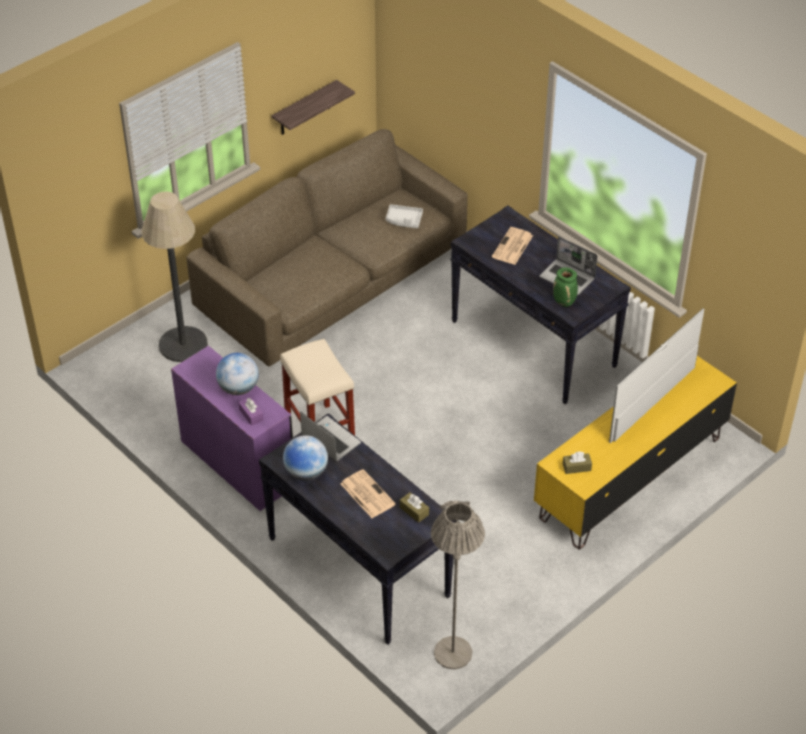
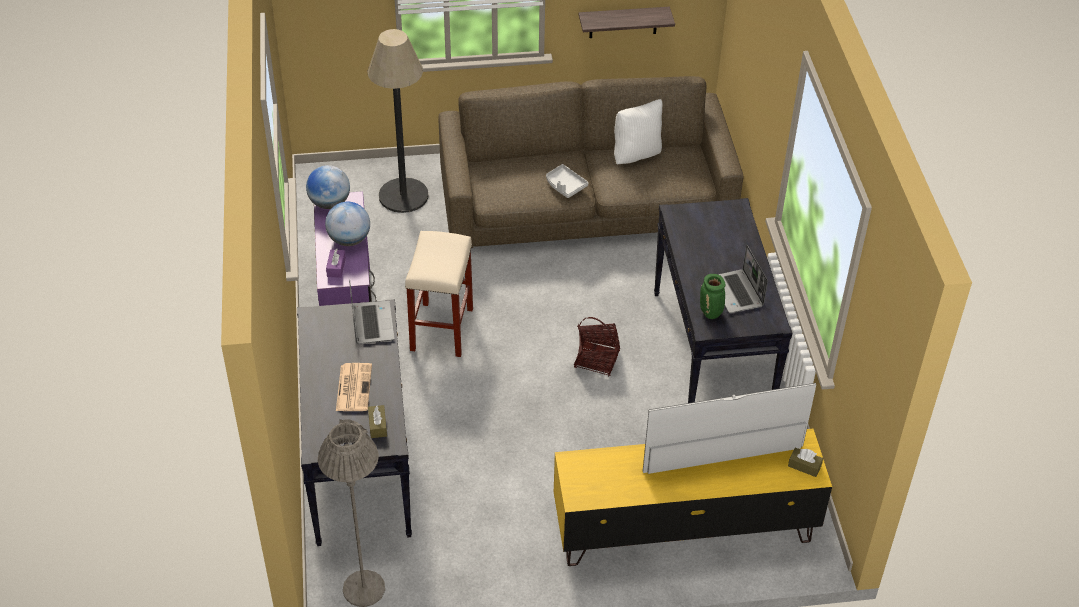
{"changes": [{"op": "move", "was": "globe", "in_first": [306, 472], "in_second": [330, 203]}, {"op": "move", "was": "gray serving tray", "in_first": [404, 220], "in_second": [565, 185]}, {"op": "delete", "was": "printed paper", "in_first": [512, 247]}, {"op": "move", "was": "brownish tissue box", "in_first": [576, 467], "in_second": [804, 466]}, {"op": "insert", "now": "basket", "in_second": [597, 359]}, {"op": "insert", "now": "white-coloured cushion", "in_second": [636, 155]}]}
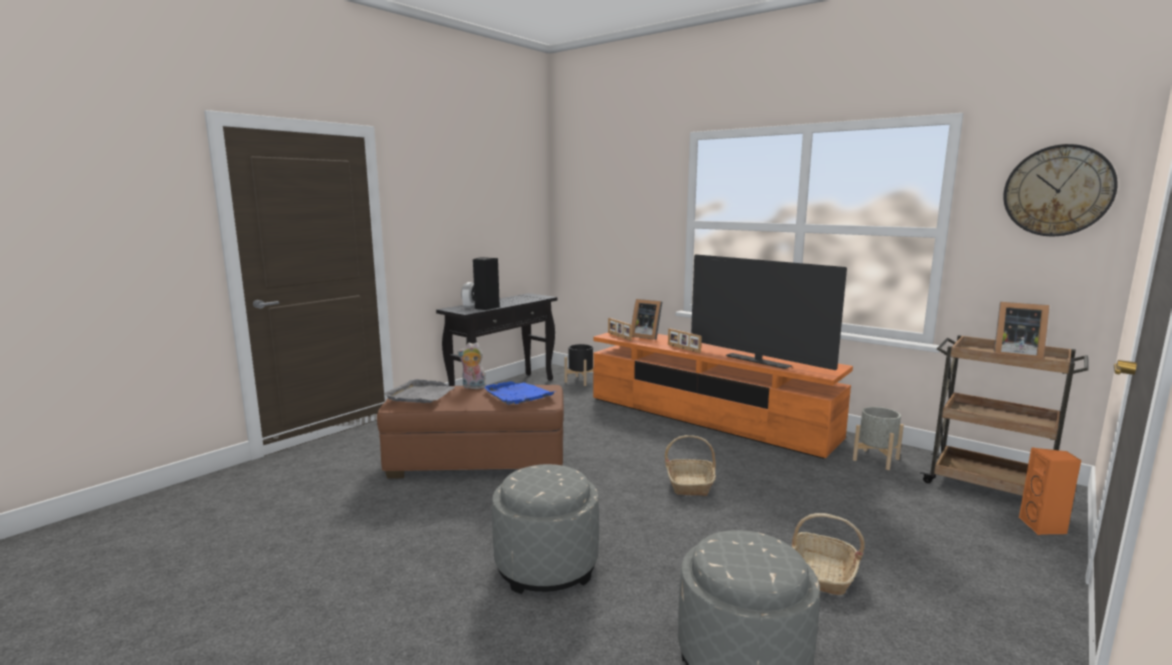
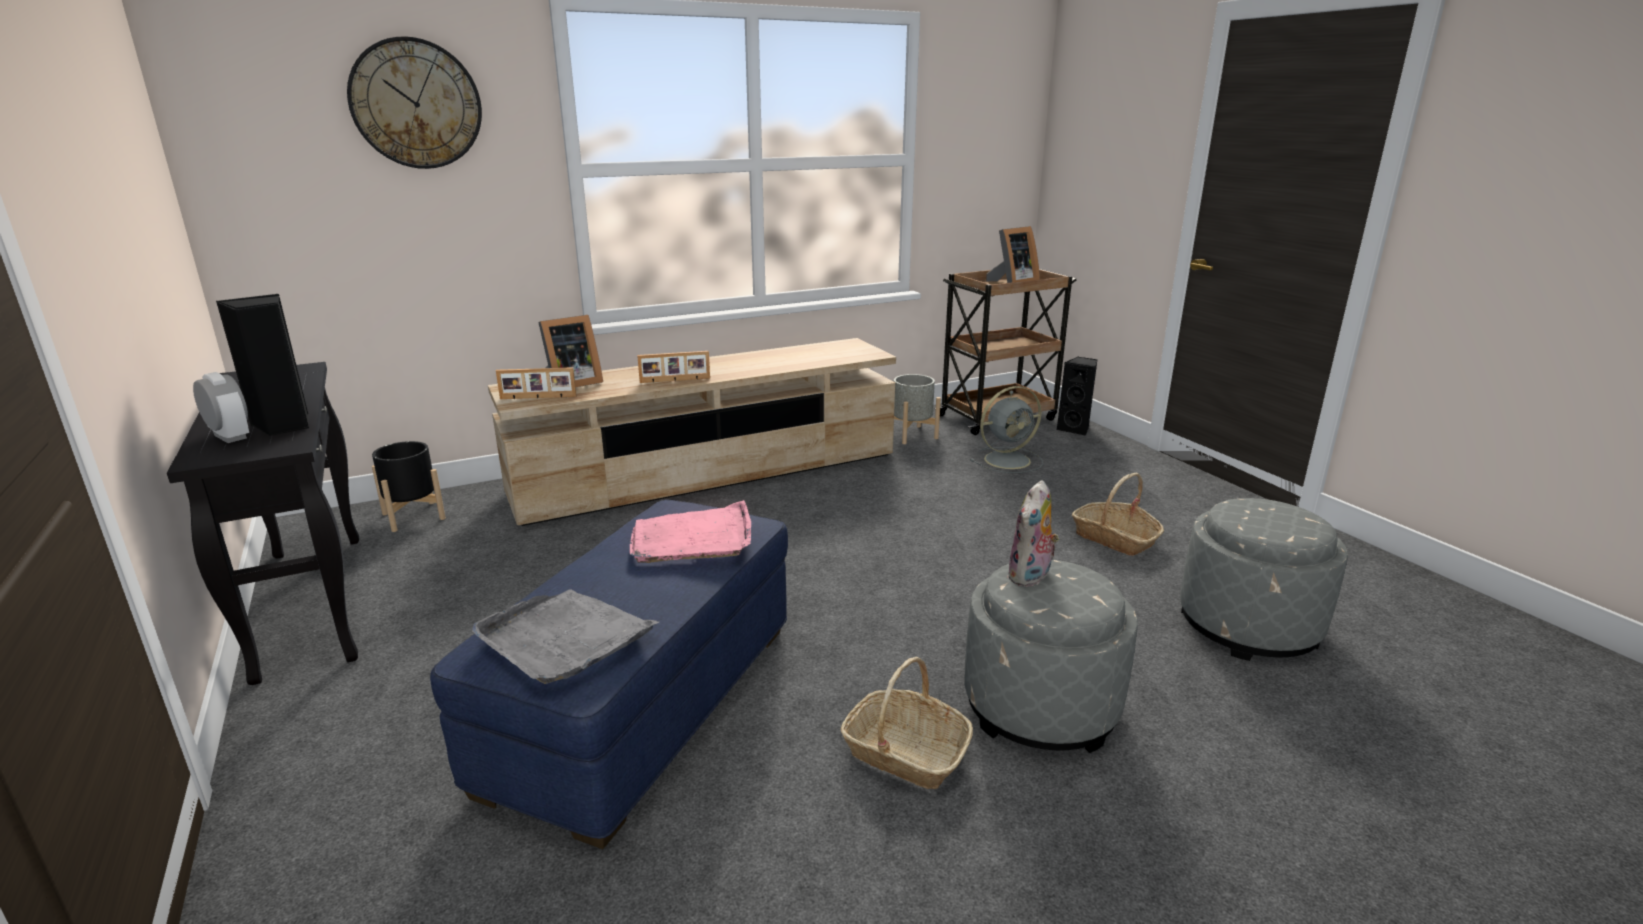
{"changes": [{"op": "recolor", "was": "brownish pouffe", "now": "bluish pouffe", "in_first": [478, 461], "in_second": [644, 705]}, {"op": "move", "was": "plush toy", "in_first": [473, 387], "in_second": [1030, 577]}, {"op": "recolor", "was": "bluish serving tray", "now": "pink serving tray", "in_first": [518, 395], "in_second": [693, 538]}, {"op": "recolor", "was": "orangey tv unit", "now": "beige tv unit", "in_first": [707, 418], "in_second": [708, 473]}, {"op": "move", "was": "basket", "in_first": [690, 484], "in_second": [904, 753]}, {"op": "delete", "was": "TV", "in_first": [757, 361]}, {"op": "move", "was": "clock on the wall", "in_first": [1057, 191], "in_second": [416, 104]}, {"op": "recolor", "was": "orangey audio speaker", "now": "black-coloured audio speaker", "in_first": [1043, 527], "in_second": [1075, 429]}, {"op": "insert", "now": "gray fan", "in_second": [1009, 460]}]}
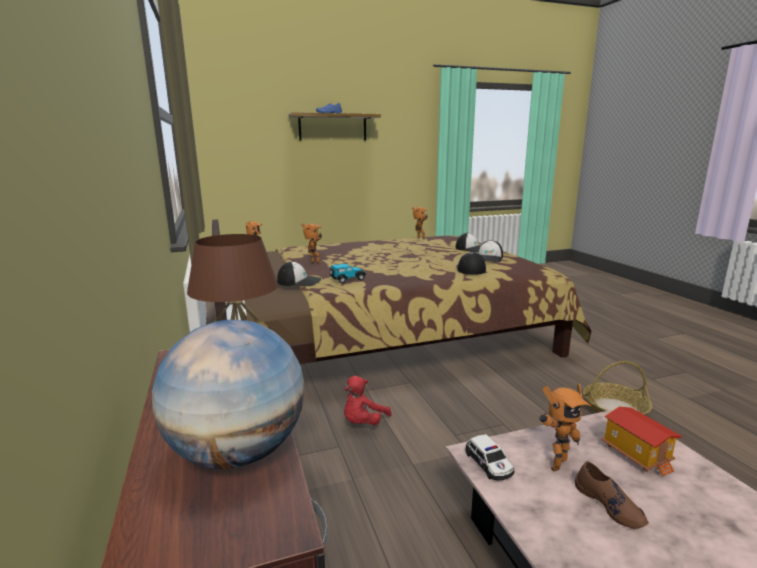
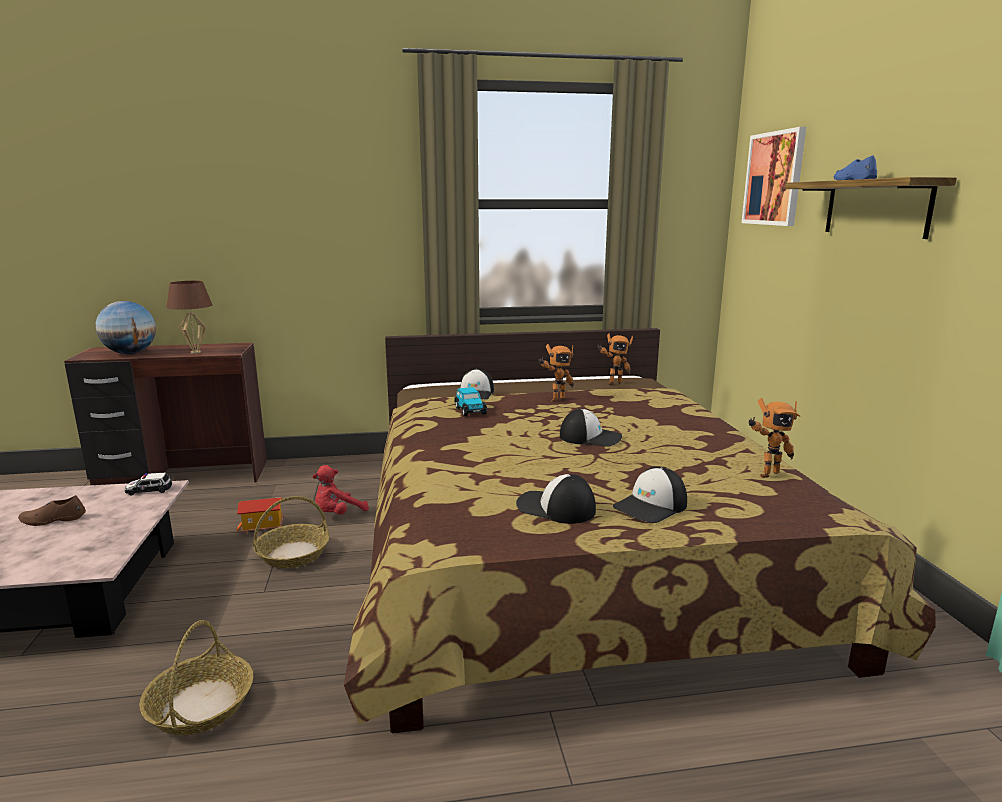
{"changes": [{"op": "rotate", "was": "reddish plush toy", "in_first": [363, 423], "in_second": [337, 514], "clockwise": -90}, {"op": "move", "was": "baseball cap", "in_first": [470, 269], "in_second": [590, 437]}, {"op": "delete", "was": "robot figure", "in_first": [555, 463]}, {"op": "move", "was": "toy house", "in_first": [637, 454], "in_second": [262, 527]}, {"op": "insert", "now": "basket", "in_second": [293, 554]}, {"op": "insert", "now": "picture", "in_second": [774, 178]}]}
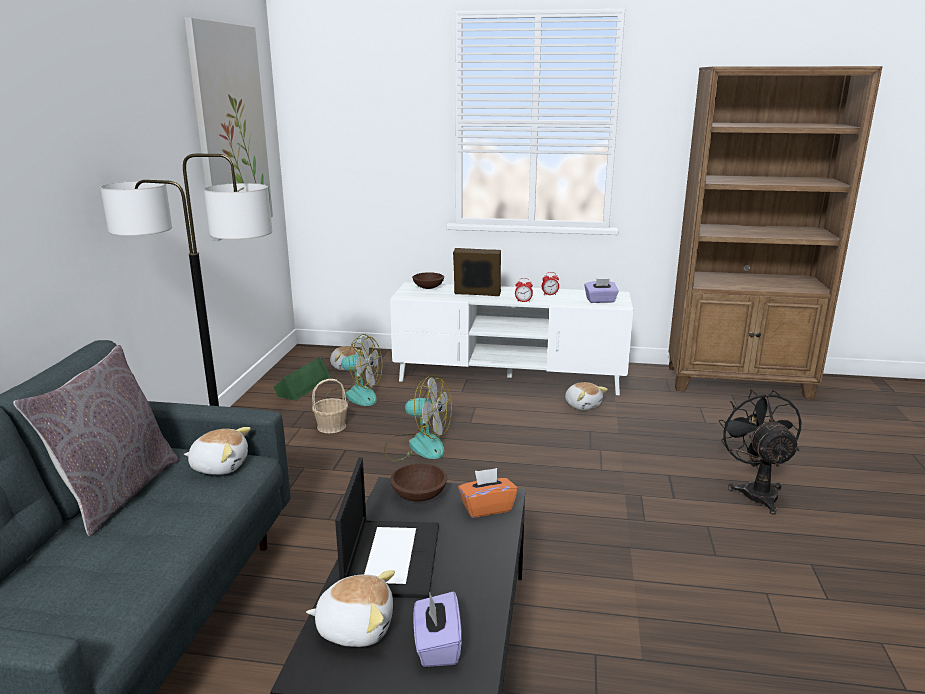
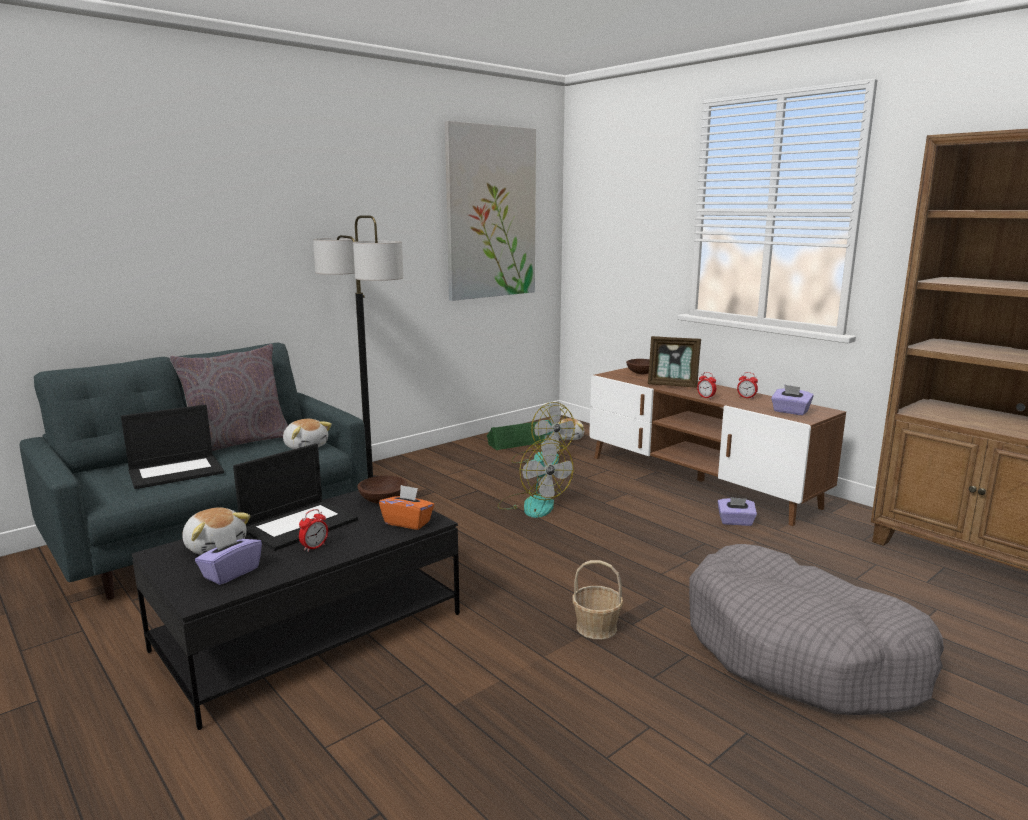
{"changes": [{"op": "move", "was": "basket", "in_first": [331, 426], "in_second": [596, 627]}, {"op": "recolor", "was": "white-coloured tv unit", "now": "brownish tv unit", "in_first": [509, 377], "in_second": [699, 481]}, {"op": "rotate", "was": "photo frame", "in_first": [476, 295], "in_second": [673, 385], "clockwise": 150}, {"op": "replace", "was": "plush toy", "now": "purple tissue box", "in_first": [583, 405], "in_second": [735, 522]}, {"op": "replace", "was": "black-coloured fan", "now": "gray dog cushion", "in_first": [755, 491], "in_second": [801, 652]}, {"op": "insert", "now": "laptop", "in_second": [177, 471]}, {"op": "insert", "now": "table clock", "in_second": [314, 547]}]}
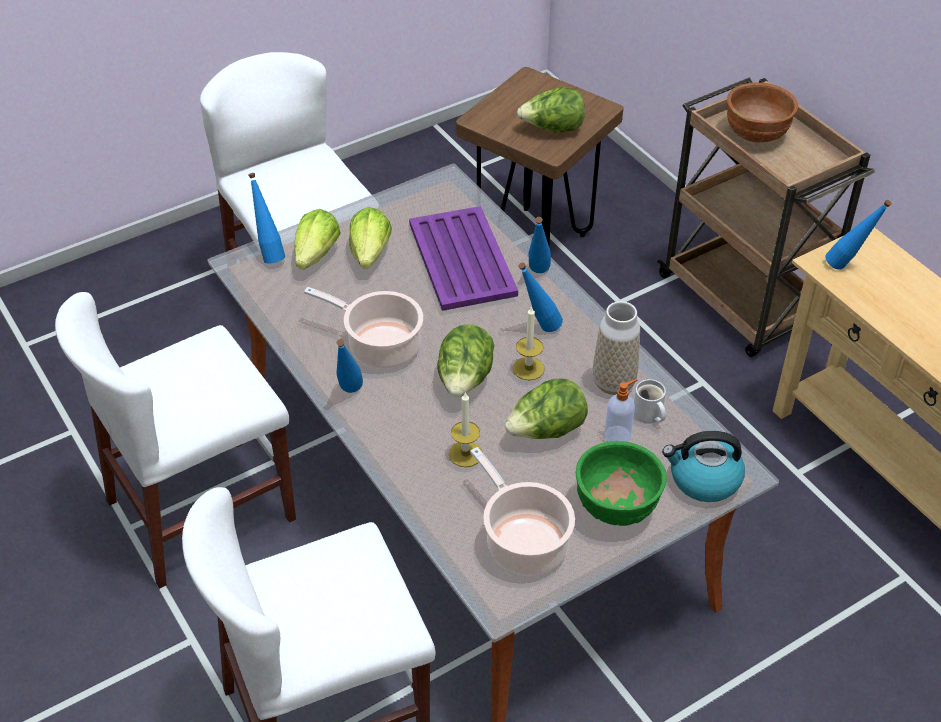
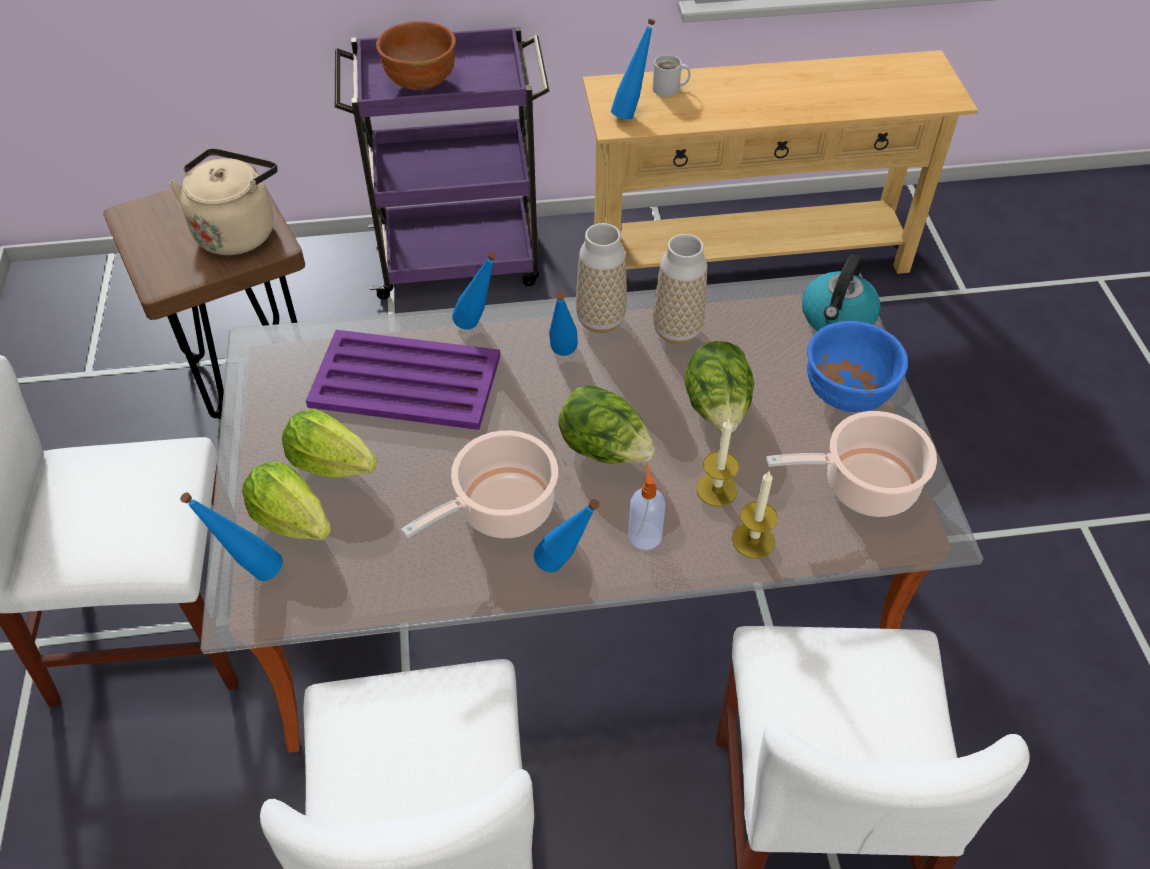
{"changes": [{"op": "move", "was": "wax light", "in_first": [528, 368], "in_second": [753, 540]}, {"op": "replace", "was": "lettuce", "now": "beige water kettle", "in_first": [552, 129], "in_second": [237, 230]}, {"op": "recolor", "was": "green bowl", "now": "bluish bowl", "in_first": [617, 507], "in_second": [846, 394]}, {"op": "move", "was": "soap bottle", "in_first": [618, 435], "in_second": [644, 535]}, {"op": "move", "was": "white-coloured tea mug", "in_first": [648, 415], "in_second": [669, 89]}, {"op": "recolor", "was": "brownish cart", "now": "purple cart", "in_first": [743, 301], "in_second": [460, 258]}, {"op": "insert", "now": "vase", "in_second": [600, 320]}]}
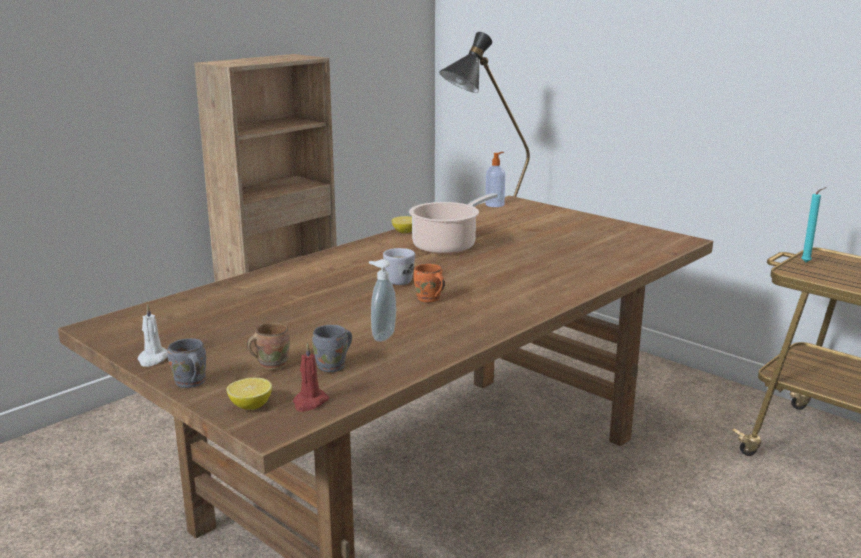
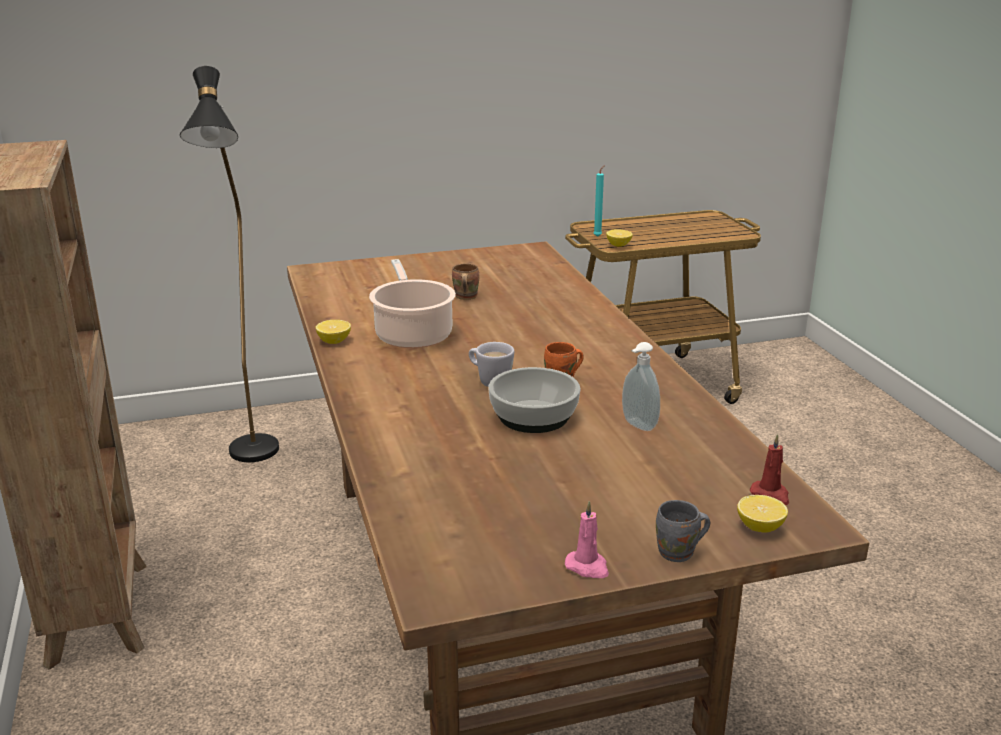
{"changes": [{"op": "recolor", "was": "white-coloured wax light", "now": "pink wax light", "in_first": [153, 359], "in_second": [588, 567]}, {"op": "move", "was": "brownish tea mug", "in_first": [271, 364], "in_second": [464, 297]}, {"op": "delete", "was": "gray tea mug", "in_first": [334, 367]}, {"op": "delete", "was": "soap bottle", "in_first": [495, 204]}, {"op": "insert", "now": "bowl", "in_second": [534, 416]}, {"op": "insert", "now": "lemon", "in_second": [618, 245]}]}
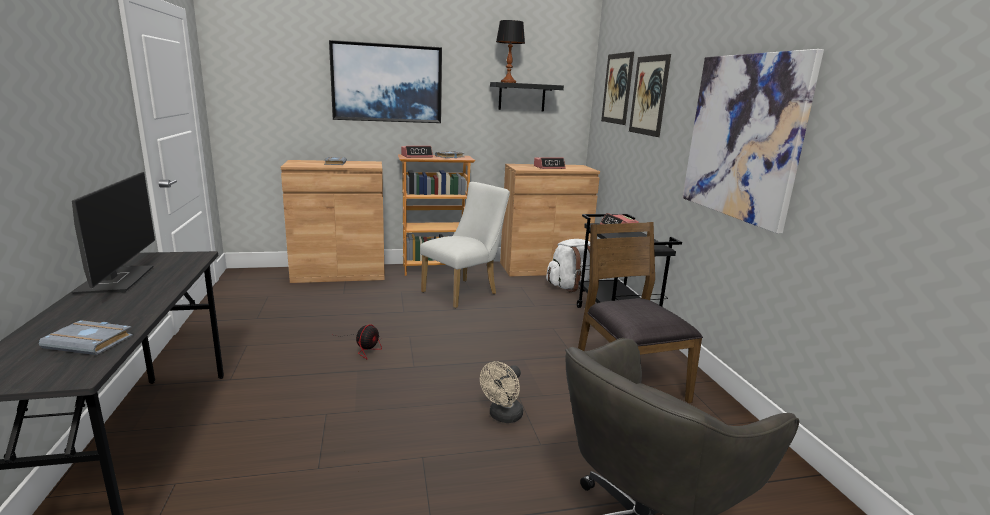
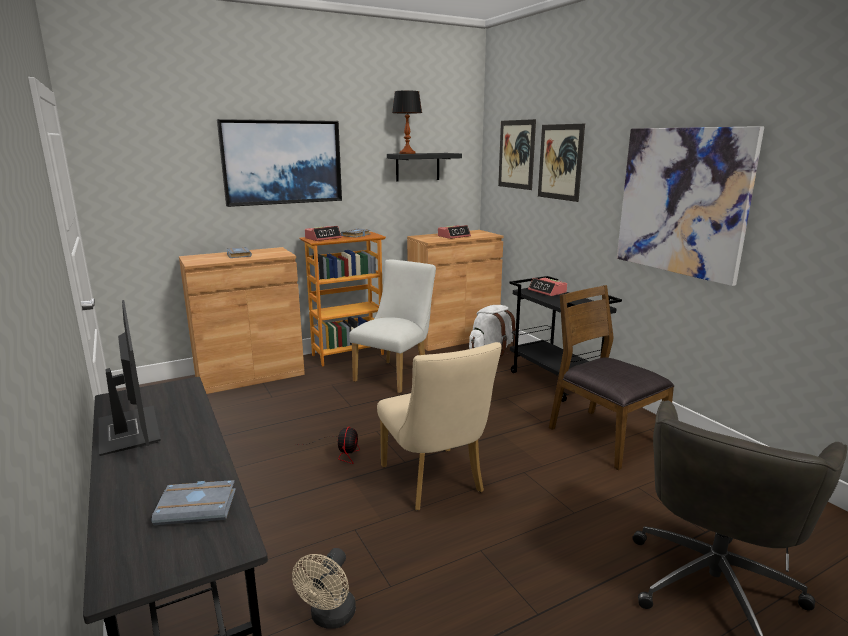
{"changes": [{"op": "move", "was": "beige fan", "in_first": [503, 416], "in_second": [330, 618]}, {"op": "insert", "now": "beige chair", "in_second": [435, 483]}]}
